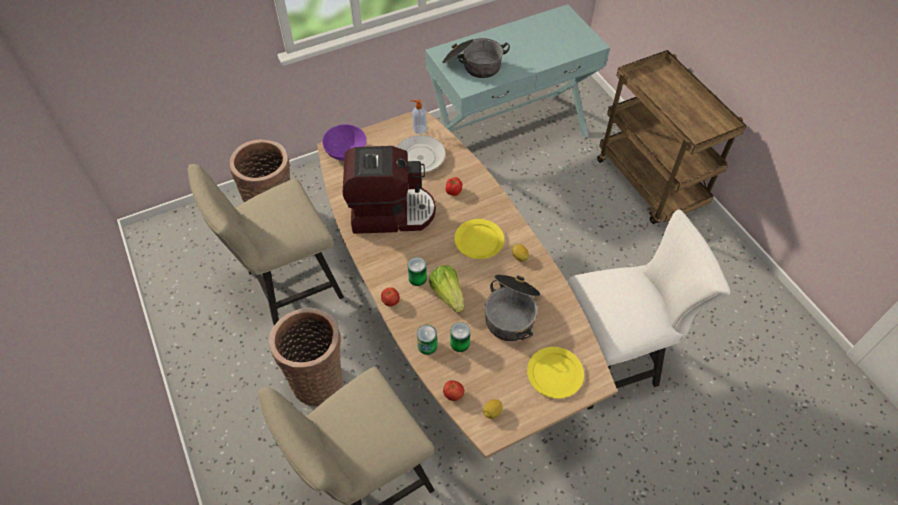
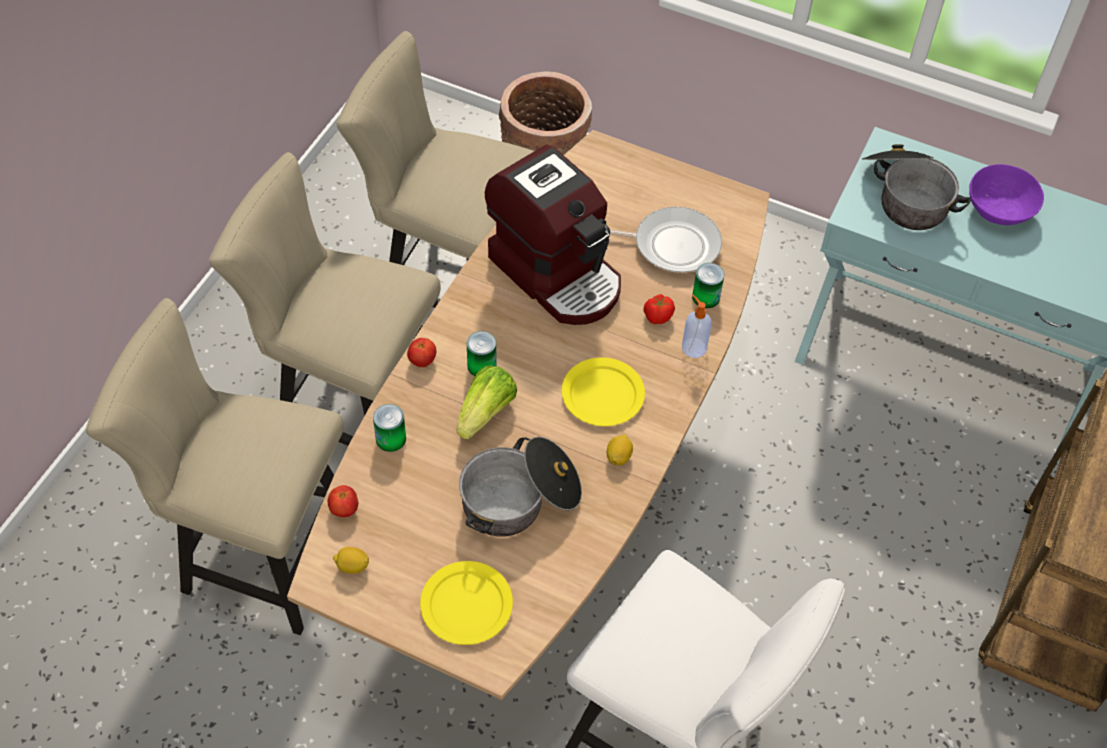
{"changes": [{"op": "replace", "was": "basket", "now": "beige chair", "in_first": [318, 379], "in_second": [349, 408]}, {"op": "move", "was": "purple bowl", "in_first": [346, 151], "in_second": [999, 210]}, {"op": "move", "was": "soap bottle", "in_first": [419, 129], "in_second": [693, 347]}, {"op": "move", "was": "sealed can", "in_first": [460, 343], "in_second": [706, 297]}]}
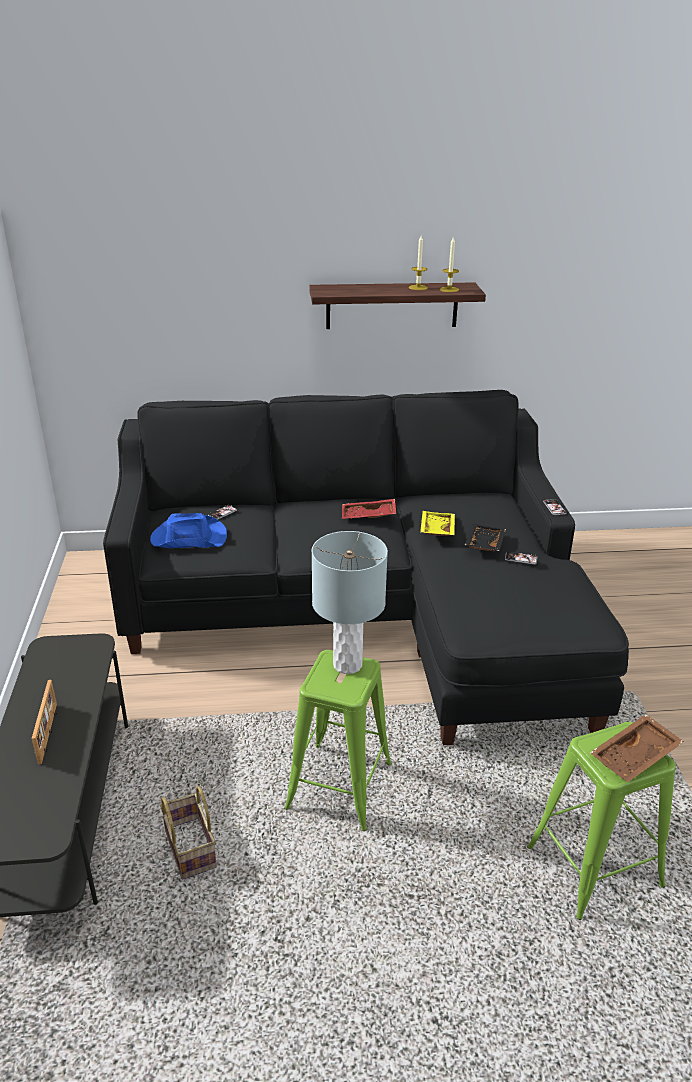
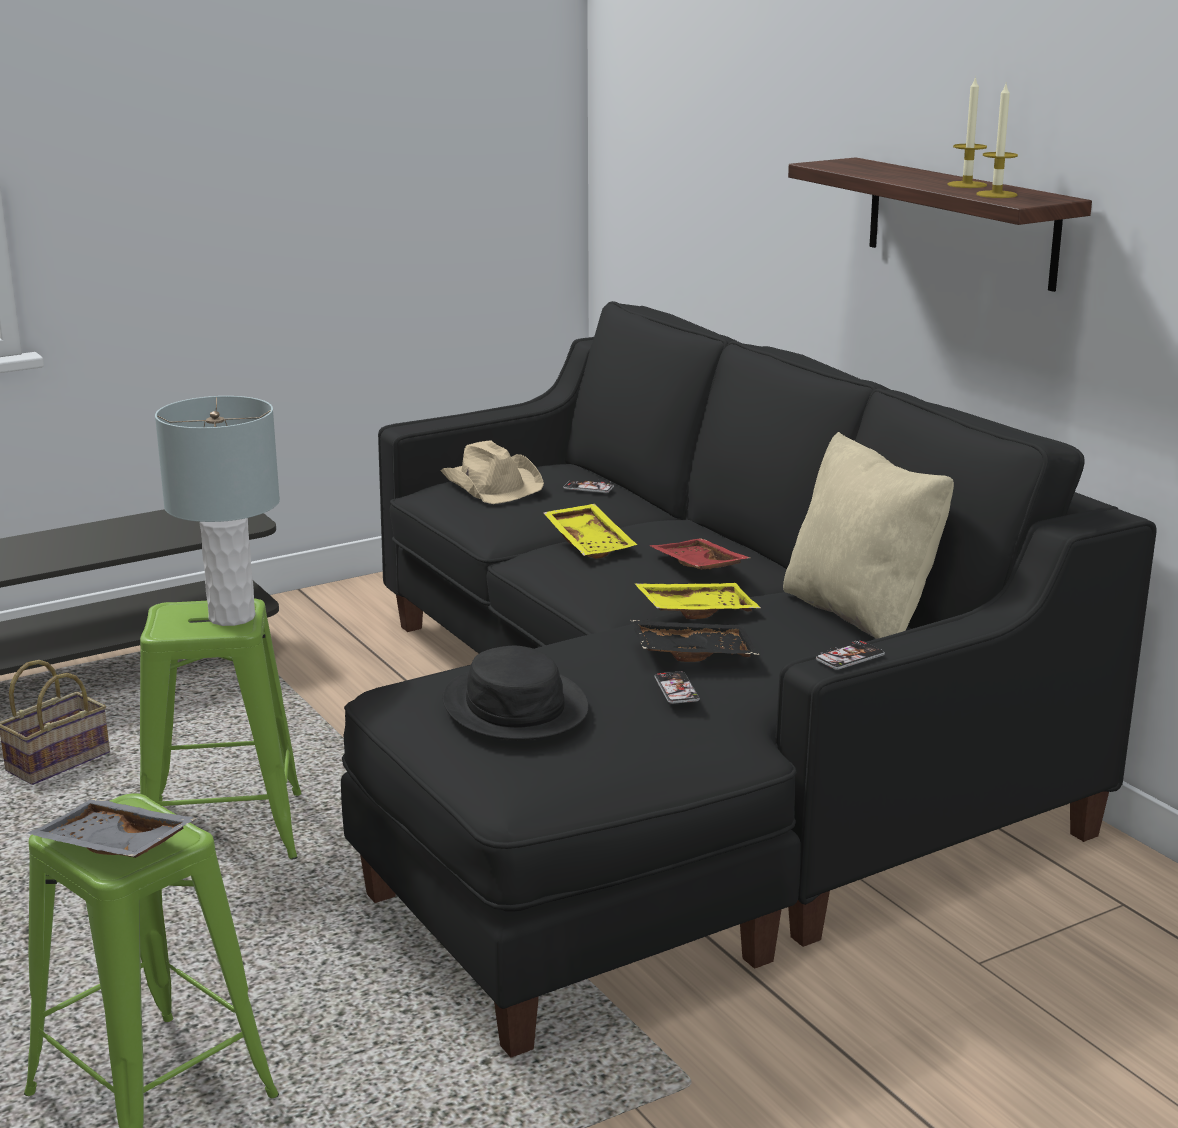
{"changes": [{"op": "delete", "was": "photo frame", "in_first": [49, 733]}, {"op": "recolor", "was": "bluish hat", "now": "beige hat", "in_first": [188, 538], "in_second": [493, 485]}, {"op": "recolor", "was": "brownish serving tray", "now": "gray serving tray", "in_first": [635, 757], "in_second": [111, 848]}, {"op": "insert", "now": "black-coloured hat", "in_second": [516, 706]}, {"op": "insert", "now": "yellow-coloured serving tray", "in_second": [591, 542]}, {"op": "insert", "now": "beige cushion", "in_second": [861, 615]}]}
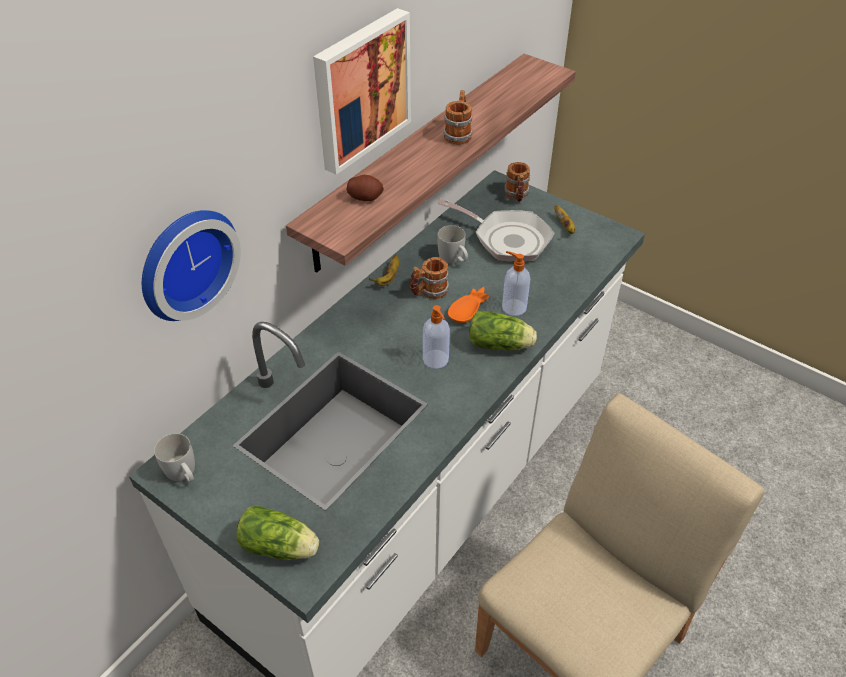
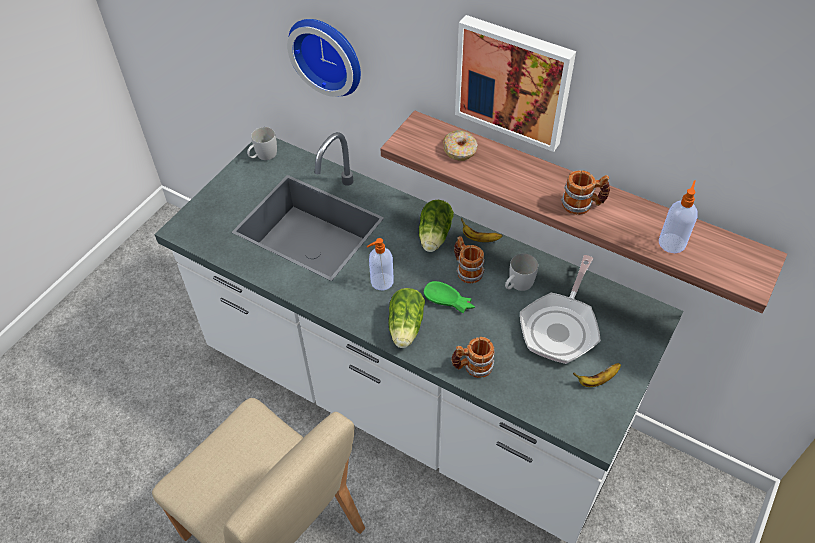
{"changes": [{"op": "move", "was": "lettuce", "in_first": [281, 547], "in_second": [434, 237]}, {"op": "replace", "was": "spud", "now": "donut", "in_first": [365, 197], "in_second": [460, 150]}, {"op": "recolor", "was": "orangey bowl", "now": "green bowl", "in_first": [470, 309], "in_second": [448, 302]}, {"op": "move", "was": "soap bottle", "in_first": [513, 307], "in_second": [672, 242]}, {"op": "move", "was": "tea mug", "in_first": [517, 195], "in_second": [472, 367]}]}
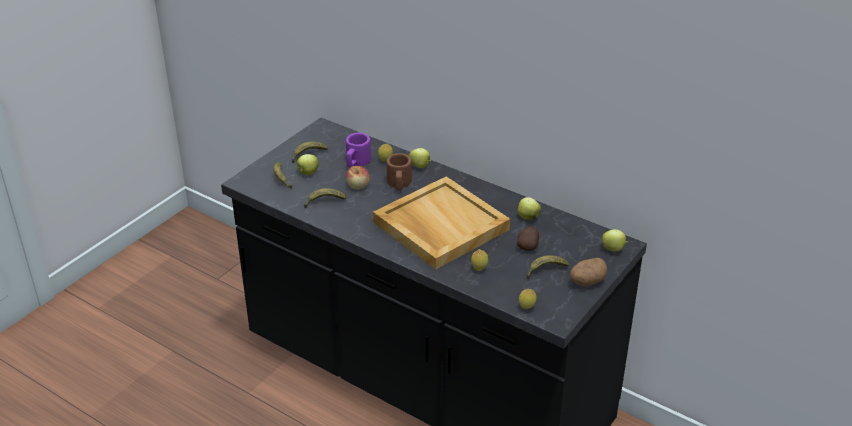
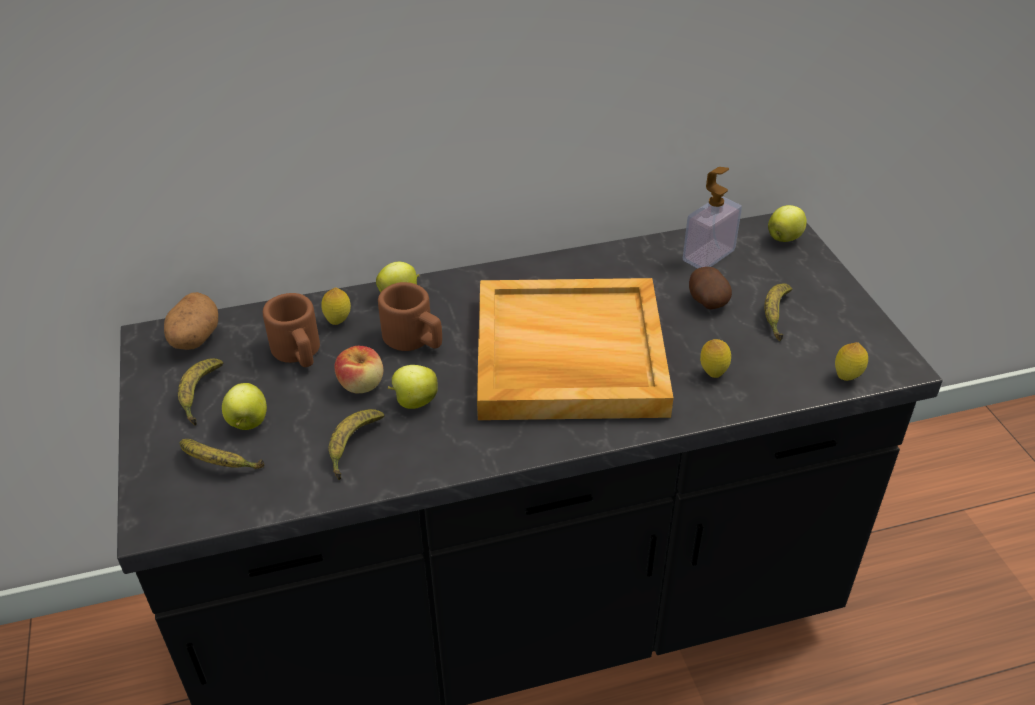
{"changes": [{"op": "recolor", "was": "purple tea mug", "now": "brownish tea mug", "in_first": [356, 162], "in_second": [298, 353]}, {"op": "move", "was": "whole apple", "in_first": [527, 217], "in_second": [414, 402]}, {"op": "move", "was": "spud", "in_first": [586, 282], "in_second": [194, 339]}, {"op": "insert", "now": "soap bottle", "in_second": [708, 255]}]}
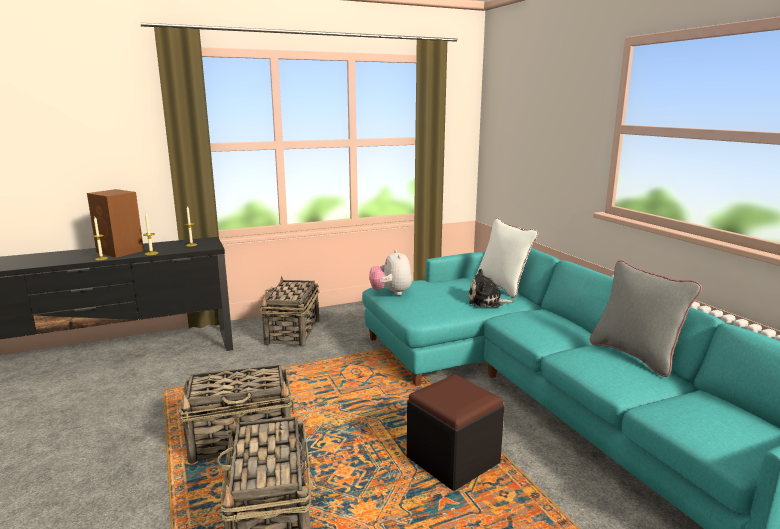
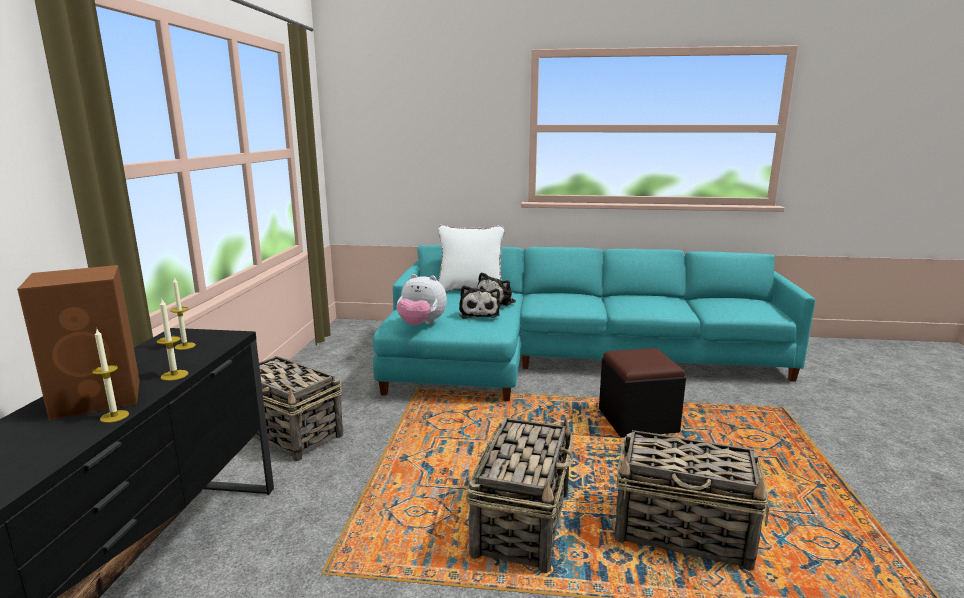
{"changes": [{"op": "delete", "was": "gray cushion", "in_first": [635, 355]}, {"op": "insert", "now": "plush toy", "in_second": [479, 313]}]}
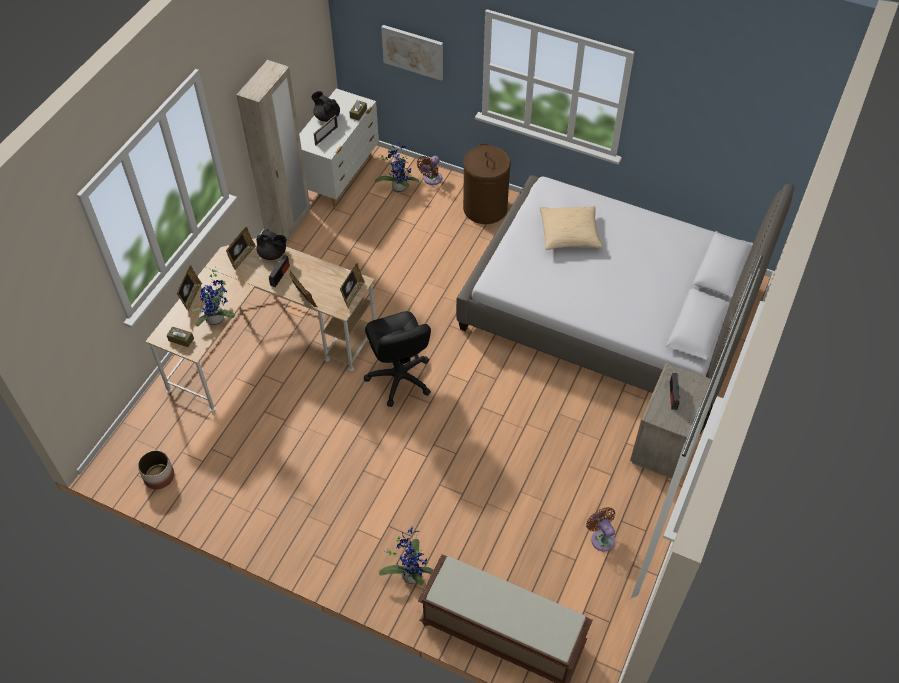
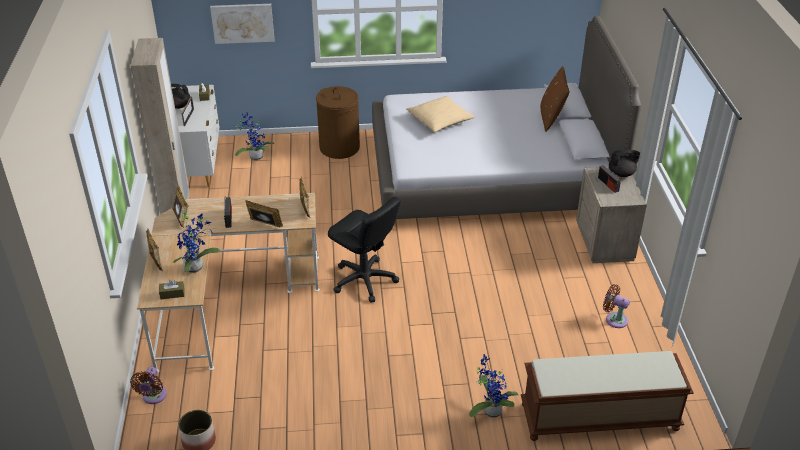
{"changes": [{"op": "move", "was": "black-coloured tea pot", "in_first": [273, 254], "in_second": [622, 174]}, {"op": "move", "was": "brownish fan", "in_first": [431, 179], "in_second": [153, 397]}, {"op": "insert", "now": "brownish cushion", "in_second": [551, 118]}]}
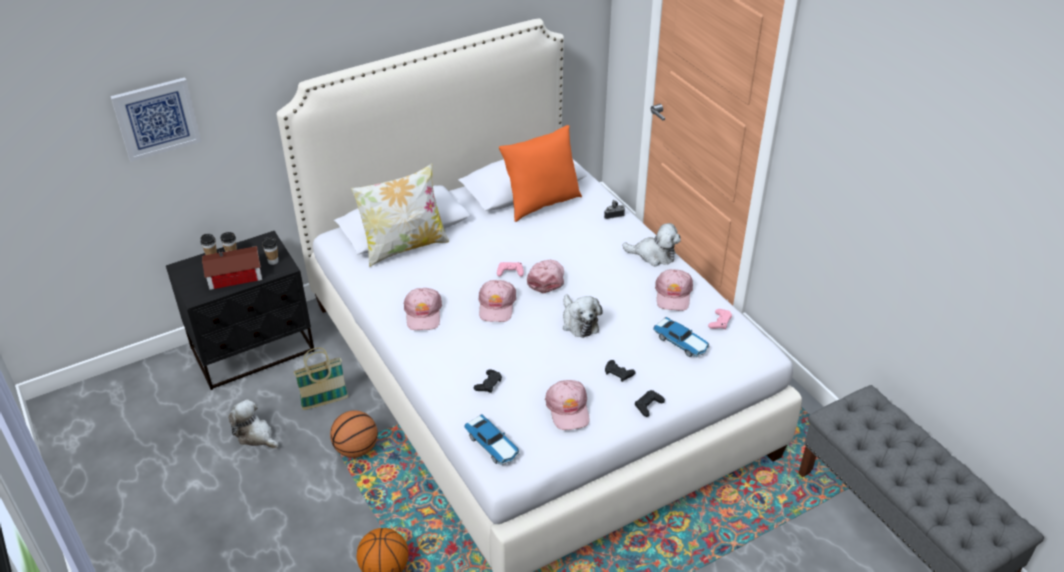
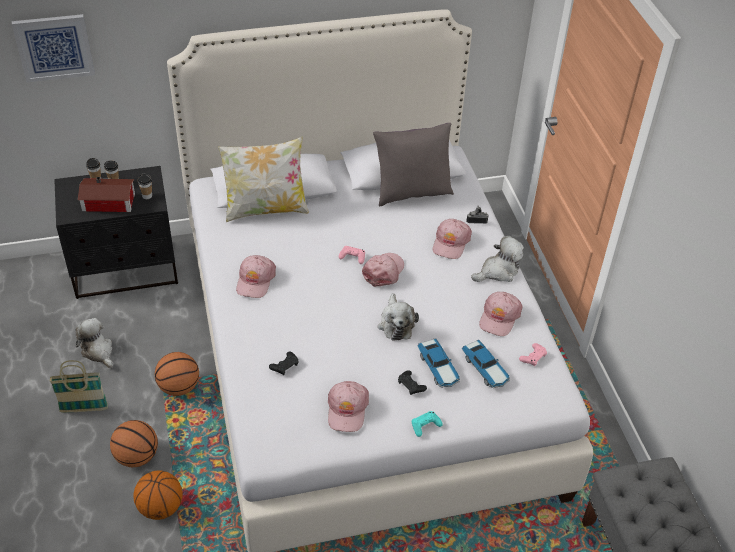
{"changes": [{"op": "move", "was": "basket", "in_first": [325, 402], "in_second": [84, 409]}, {"op": "move", "was": "miniature car", "in_first": [492, 445], "in_second": [438, 368]}, {"op": "move", "was": "pink baseball cap", "in_first": [496, 305], "in_second": [451, 243]}, {"op": "recolor", "was": "orangey cushion", "now": "gray cushion", "in_first": [541, 203], "in_second": [412, 193]}, {"op": "rotate", "was": "plush toy", "in_first": [654, 255], "in_second": [498, 271], "clockwise": -60}, {"op": "recolor", "was": "black-coloured joypad", "now": "blue-green joypad", "in_first": [648, 405], "in_second": [425, 425]}, {"op": "insert", "now": "ball for basketball", "in_second": [137, 456]}]}
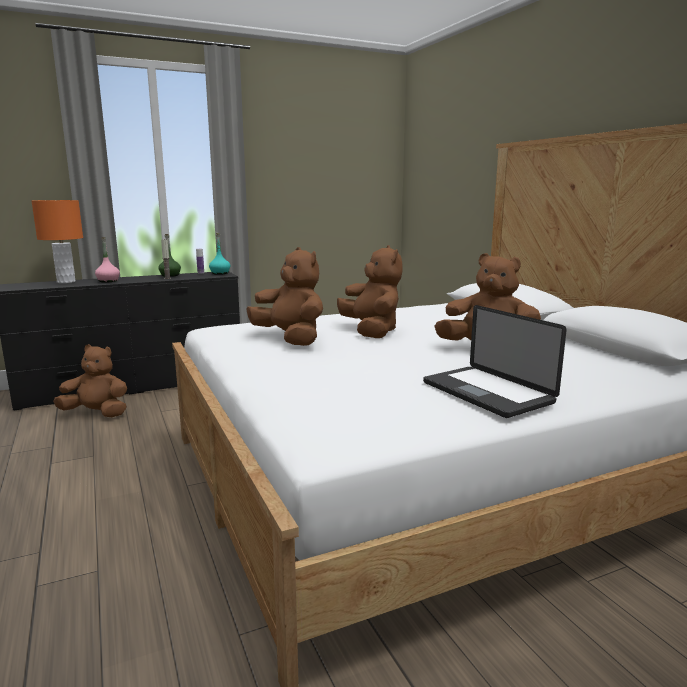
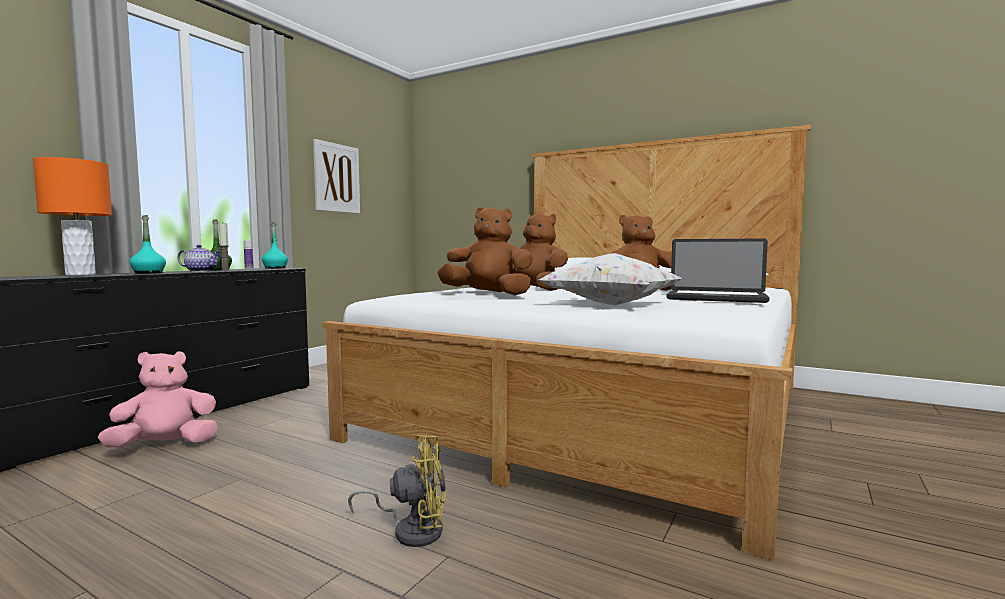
{"changes": [{"op": "recolor", "was": "brownish plush toy", "now": "pink plush toy", "in_first": [97, 413], "in_second": [165, 445]}, {"op": "recolor", "was": "pink bottle", "now": "blue-green bottle", "in_first": [108, 281], "in_second": [148, 273]}, {"op": "insert", "now": "tea pot", "in_second": [200, 271]}, {"op": "insert", "now": "picture", "in_second": [337, 178]}, {"op": "insert", "now": "yellow-coloured fan", "in_second": [412, 530]}, {"op": "insert", "now": "white-coloured cushion", "in_second": [610, 305]}]}
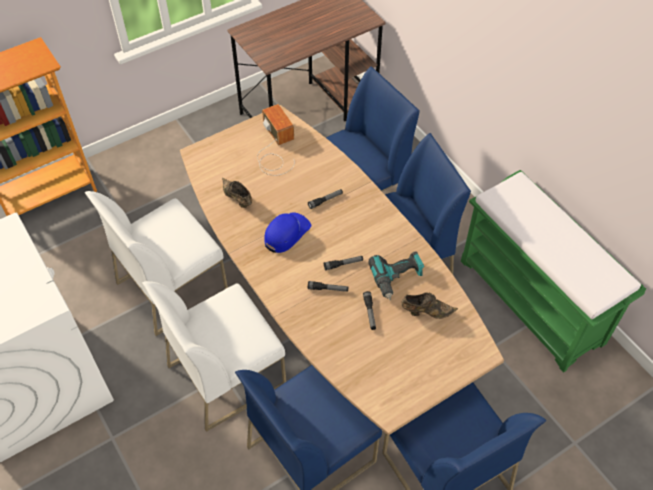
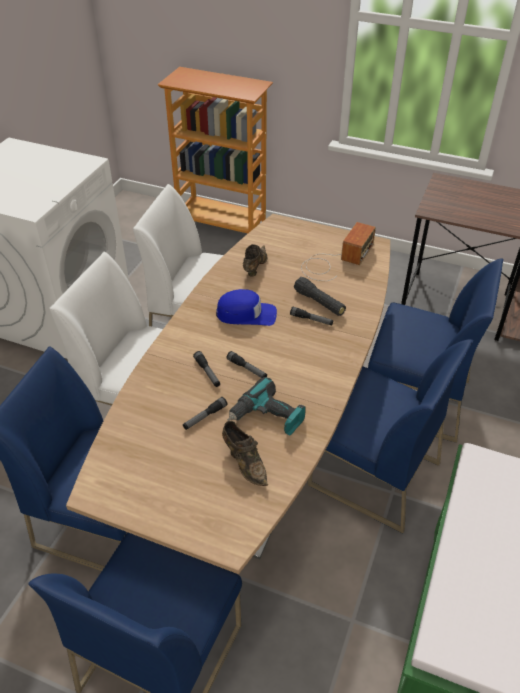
{"changes": [{"op": "insert", "now": "black-coloured hand torch", "in_second": [319, 303]}]}
